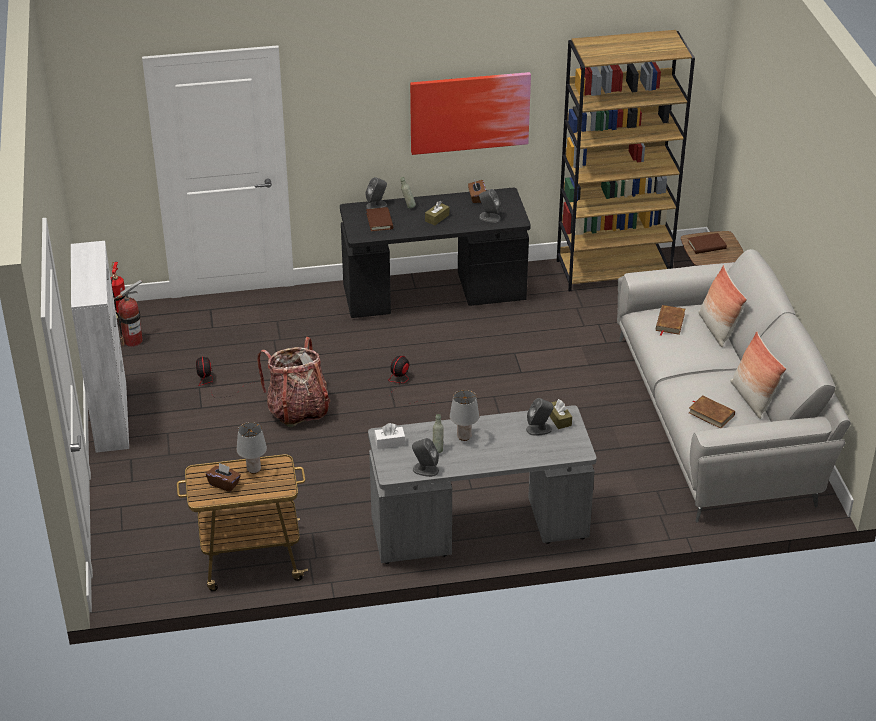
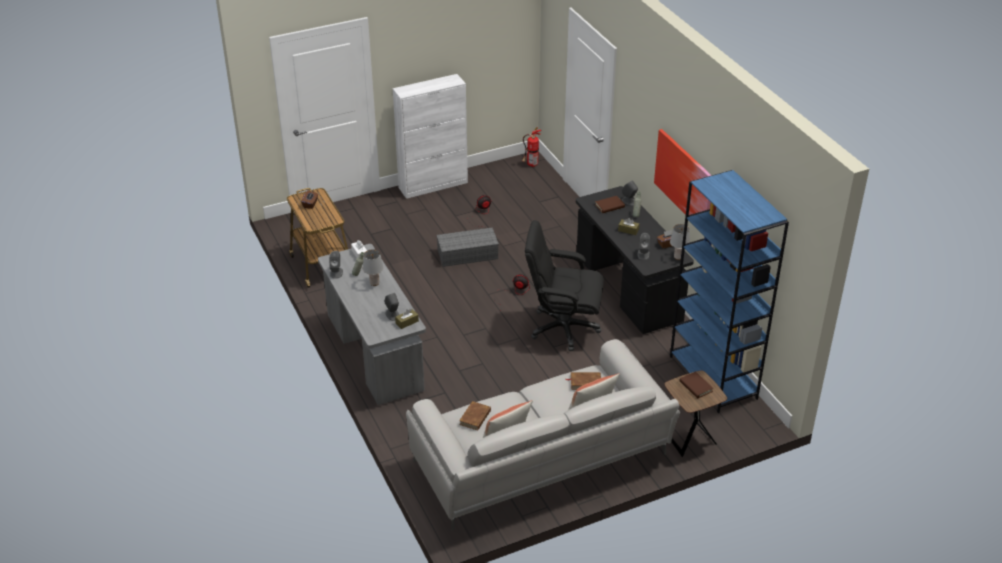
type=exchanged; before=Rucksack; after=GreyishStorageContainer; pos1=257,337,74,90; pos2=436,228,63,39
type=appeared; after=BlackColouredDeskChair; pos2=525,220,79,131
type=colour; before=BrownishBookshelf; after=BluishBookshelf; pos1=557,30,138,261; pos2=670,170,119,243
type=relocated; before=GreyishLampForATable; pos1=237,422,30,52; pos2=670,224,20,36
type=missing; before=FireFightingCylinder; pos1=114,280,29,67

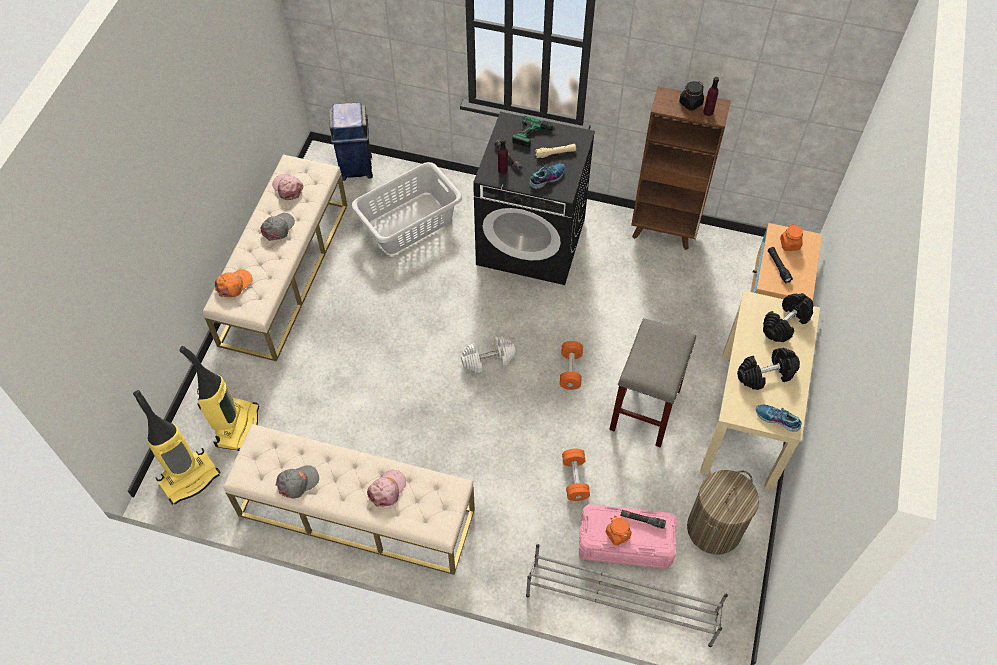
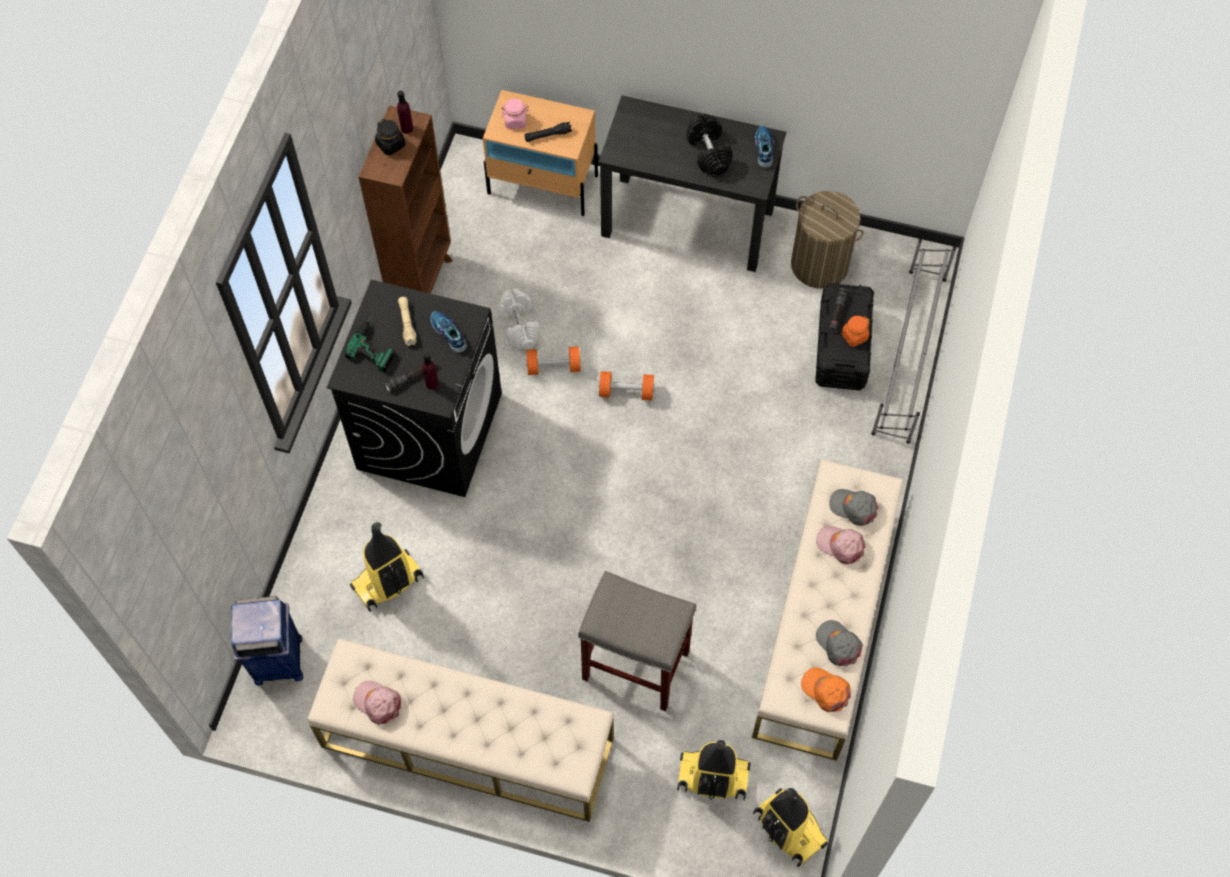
type=exchanged; before=GreyishLaundryBasket; after=Hoover; pos1=351,162,111,92; pos2=350,522,74,90
type=spun; before=PinkColouredCap; pos1=272,174,31,26; pos2=353,681,48,43; turn=75
type=relocated; before=WhiteFreeWeight; pos1=461,336,55,37; pos2=498,289,43,60
type=colour; before=OrangeyStorageJar; after=PinkColouredStorageJar; pos1=780,224,23,27; pos2=501,99,28,30
type=relocated; before=OrangeyFreeWeight; pos1=562,449,28,52; pos2=526,346,55,29
type=relocated; before=GreyishStool; pos1=609,318,87,130; pos2=578,571,119,140
type=colour; before=BeigeColouredDeskTable; after=BlackColouredDeskTable; pos1=700,290,120,201; pos2=598,96,188,176
type=spun; before=LowShoe; pos1=756,405,46,27; pos2=755,125,19,43; turn=150
type=relocated; before=OrangeyCap; pos1=215,270,37,27; pos2=801,667,50,45
type=colour; before=PinkColouredStorageContainer; after=BlackColouredStorageContainer; pos1=579,504,98,65; pos2=815,283,59,108
type=relocated; before=GreyishCap; pos1=260,213,35,28; pos2=829,489,50,37
type=missing; before=BlackColouredFreeWeight; pos1=763,293,50,49

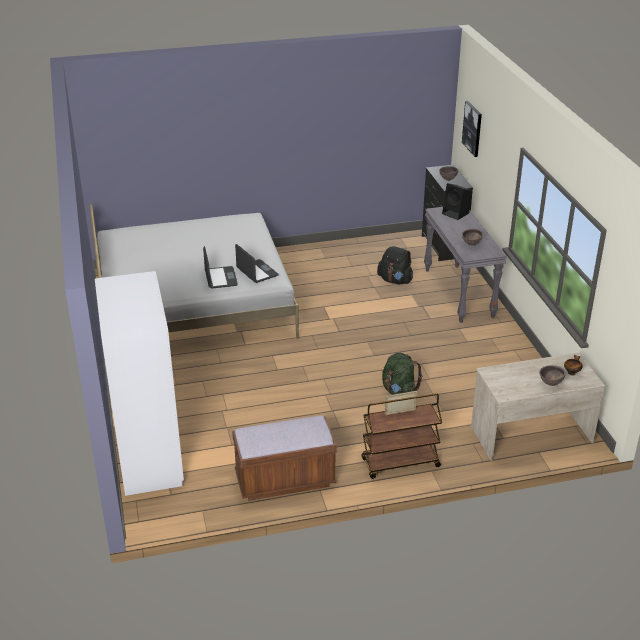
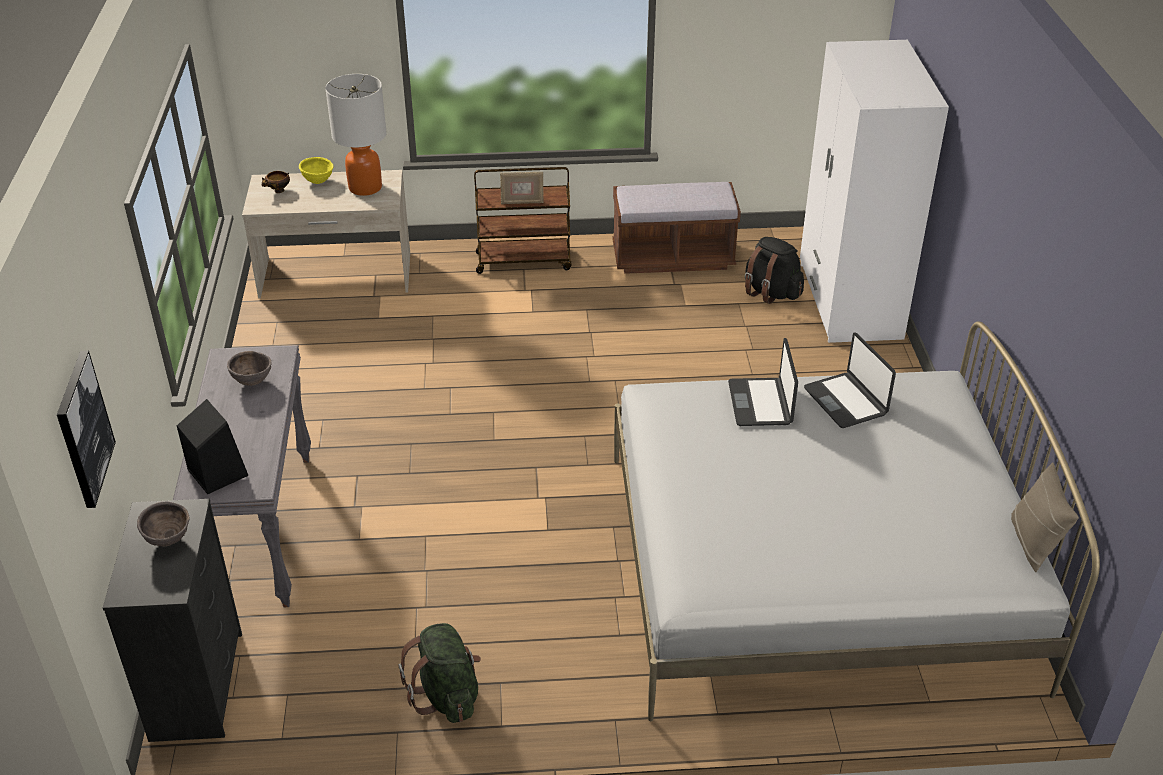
type=colour; before=BrownishServingBowl; after=YellowishServingBowl; pos1=539,365,27,21; pos2=299,157,34,27
type=appeared; after=LampForATable; pos2=325,74,62,122
type=relocated; before=GreenRucksack; pos1=382,353,41,42; pos2=399,623,82,100
type=relocated; before=BlackColouredRucksack; pos1=377,246,36,38; pos2=745,237,59,67
type=relocated; before=PortableComputer; pos1=235,244,44,39; pos2=804,332,92,96
type=appeared; after=BeigeColouredPillow; pos2=1011,462,68,110

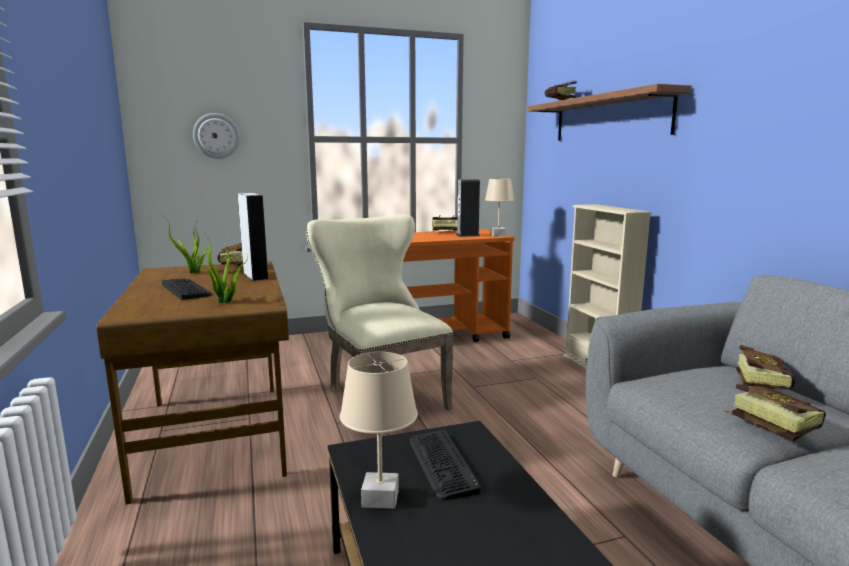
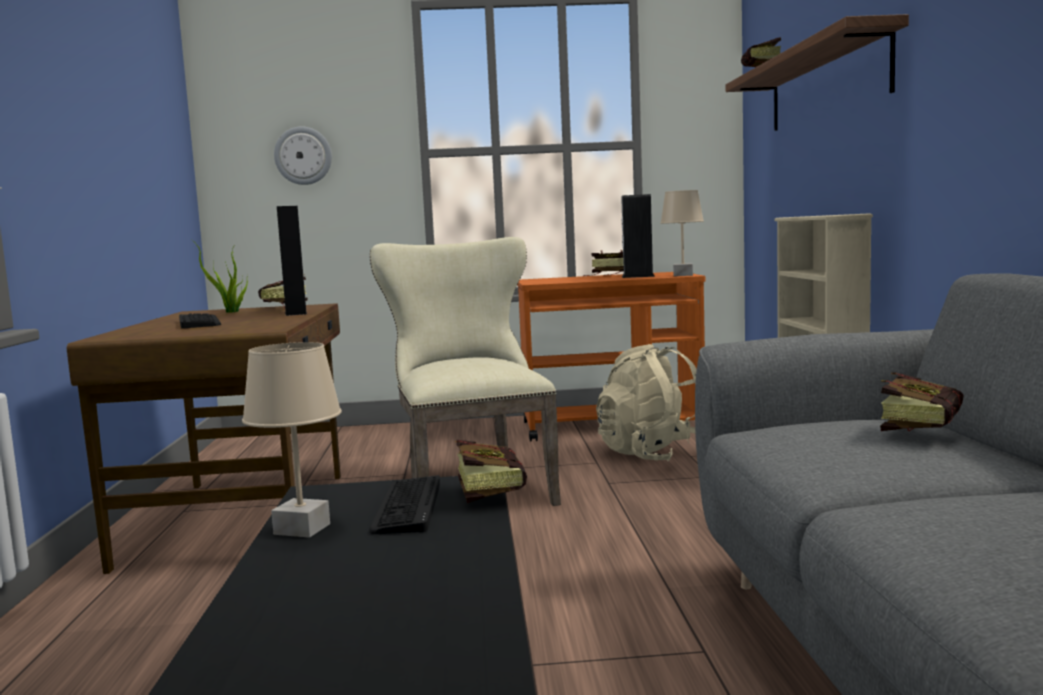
type=relocated; before=Volume; pos1=724,384,102,58; pos2=455,440,72,63
type=appeared; after=BeigeColouredRucksack; pos2=596,344,101,118
type=missing; before=PlantInAPot; pos1=193,235,54,68

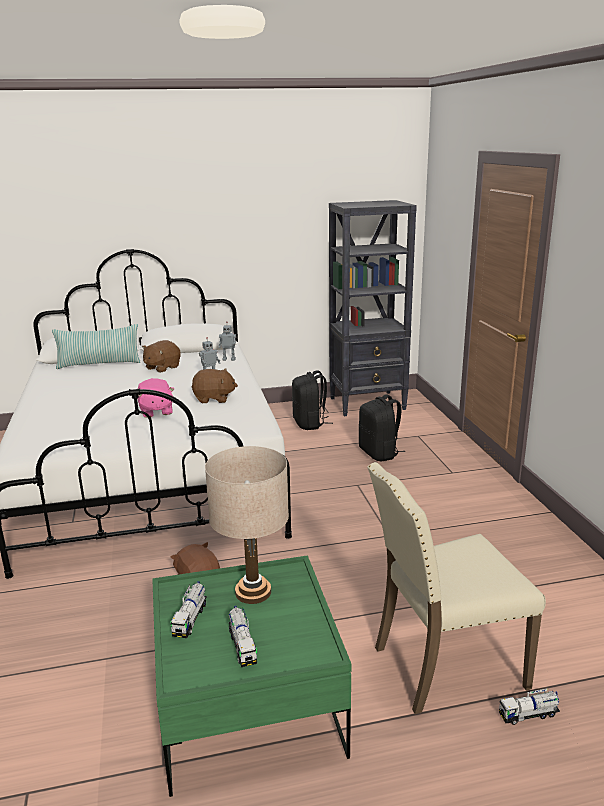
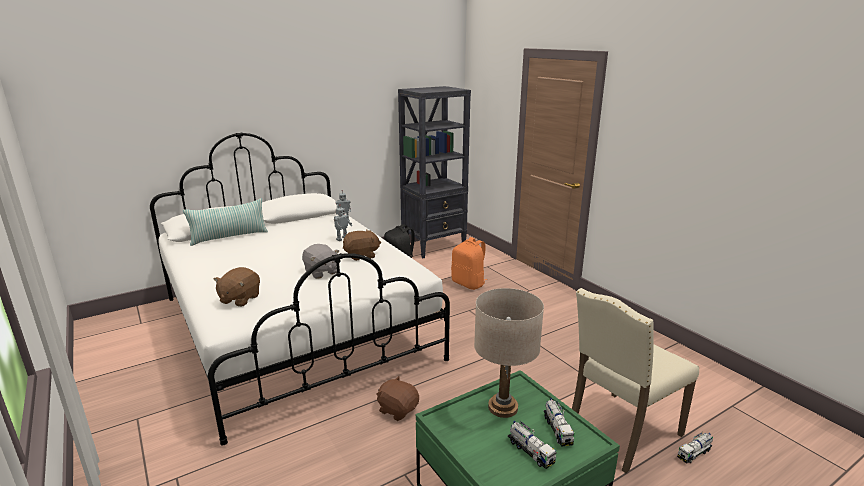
type=relocated; before=BrownishPlushToy; pos1=142,340,39,33; pos2=214,267,46,40
type=colour; before=PinkColouredPlushToy; after=GreyishPlushToy; pos1=137,378,37,40; pos2=302,244,37,35
type=colour; before=BlackColouredRucksack; after=OrangeyRucksack; pos1=359,394,46,67; pos2=451,237,36,53
type=relocated; before=ToyLorry; pos1=170,581,37,57; pos2=544,398,31,49

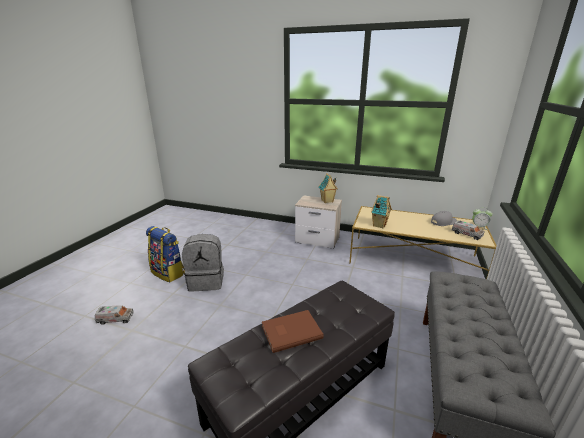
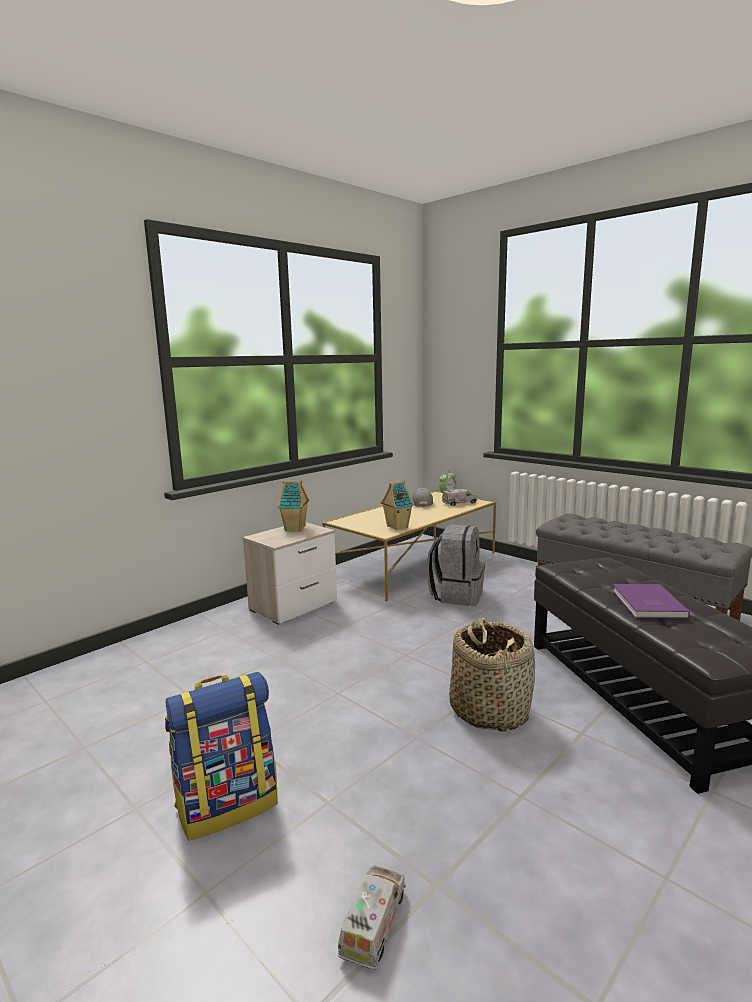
type=relocated; before=GreyishRucksack; pos1=182,234,42,57; pos2=427,524,58,82
type=appeared; after=Basket; pos2=449,618,86,114
type=colour; before=BrownishVolume; after=PurpleColouredVolume; pos1=262,310,62,43; pos2=612,584,78,35

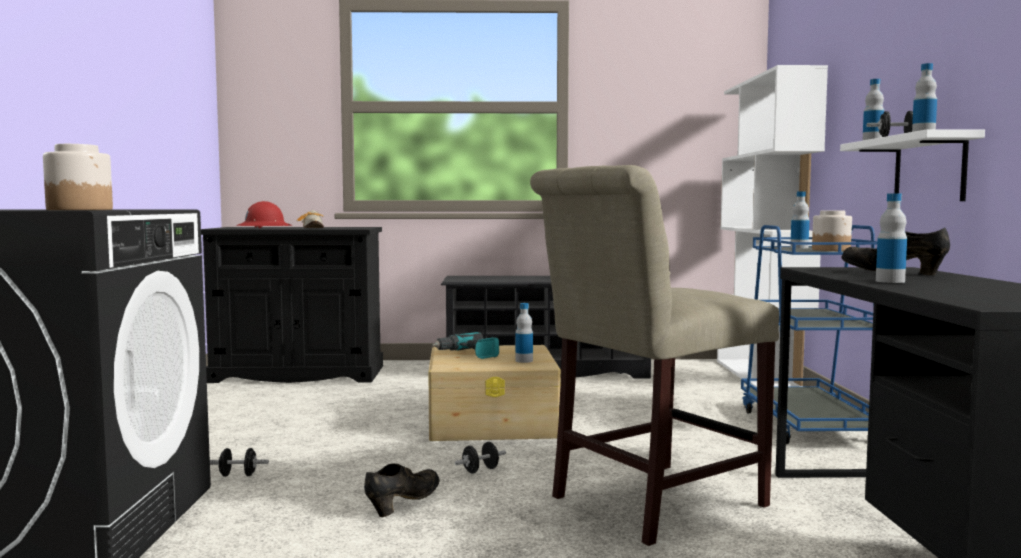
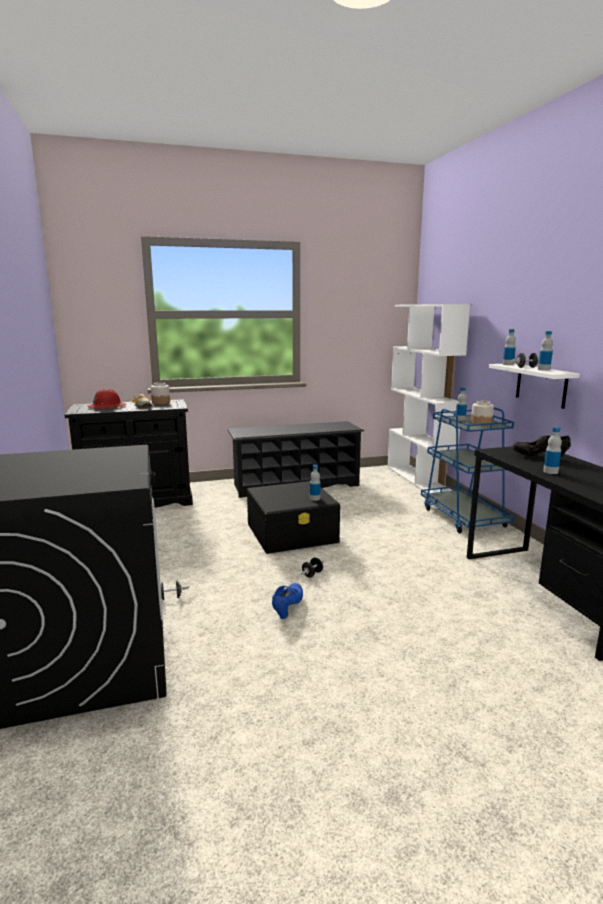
type=relocated; before=StorageJar; pos1=43,144,70,66; pos2=151,382,19,22
type=colour; before=BeigeColouredStorageContainer; after=BlackColouredStorageContainer; pos1=428,345,133,96; pos2=247,481,93,73
type=colour; before=BlackColouredLowShoe; after=BluishLowShoe; pos1=364,464,76,53; pos2=272,583,31,36
type=missing; before=Drill; pos1=432,332,67,27
type=missing; before=BeigeColouredPlainChair; pos1=530,165,249,381

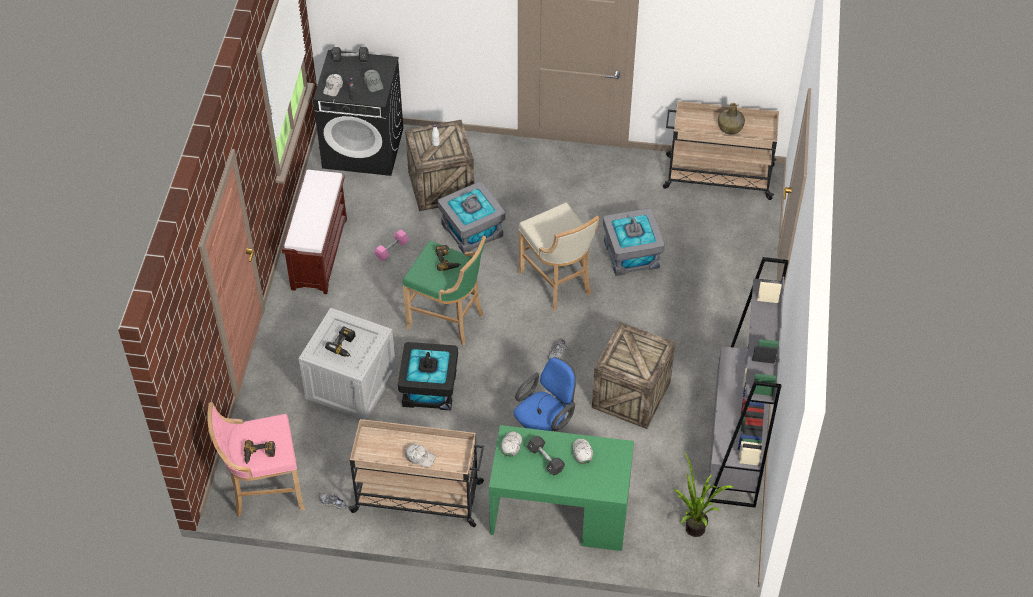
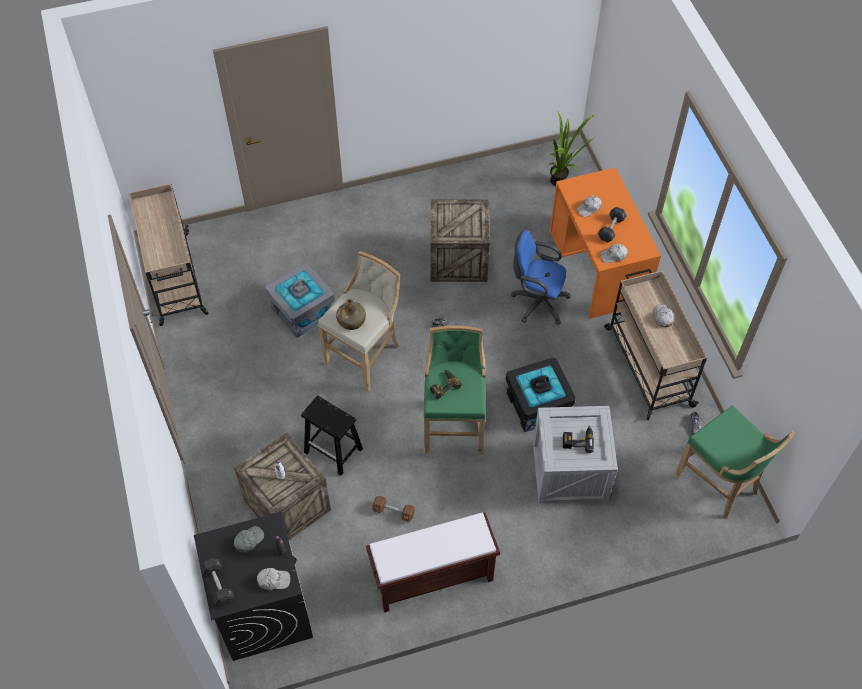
type=exchanged; before=GreyishStorageContainer; after=BlackColouredStool; pos1=438,181,67,73; pos2=301,395,62,81
type=relocated; before=GreenBeverageBottle; pos1=718,103,27,32; pos2=336,299,30,31
type=colour; before=PinkColouredFreeWeight; after=BrownishFreeWeight; pos1=374,229,35,32; pos2=372,496,43,26
type=colour; before=GreenDeskTable; after=OrangeyDeskTable; pos1=489,425,145,126; pos2=550,167,111,152
type=colour; before=PinkColouredStool; after=GreenStool; pos1=208,402,97,115; pos2=673,406,122,113
type=missing; before=Drill; pos1=244,440,31,24
type=missing; before=GreyishBookshelf; pos1=708,257,81,251

